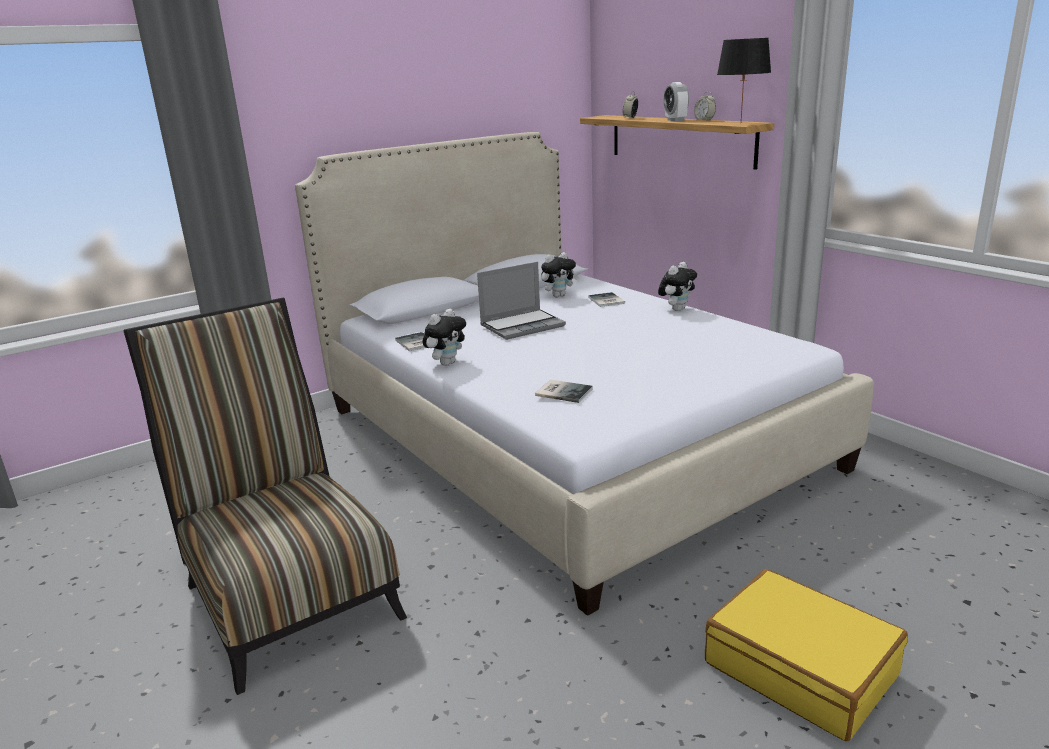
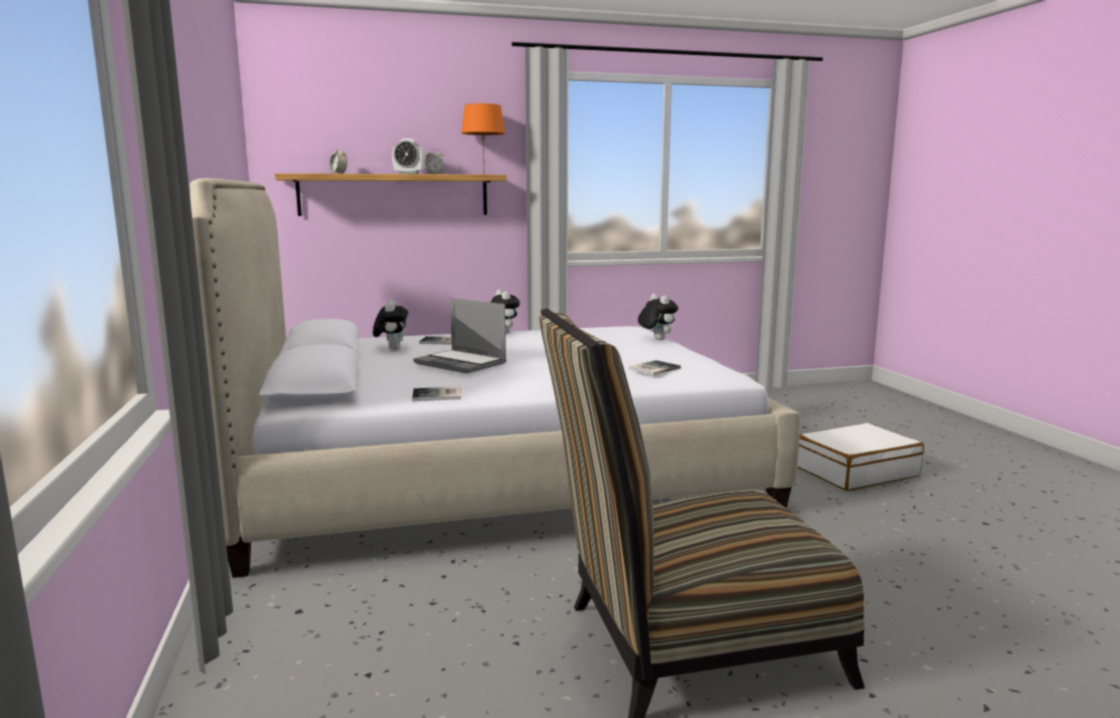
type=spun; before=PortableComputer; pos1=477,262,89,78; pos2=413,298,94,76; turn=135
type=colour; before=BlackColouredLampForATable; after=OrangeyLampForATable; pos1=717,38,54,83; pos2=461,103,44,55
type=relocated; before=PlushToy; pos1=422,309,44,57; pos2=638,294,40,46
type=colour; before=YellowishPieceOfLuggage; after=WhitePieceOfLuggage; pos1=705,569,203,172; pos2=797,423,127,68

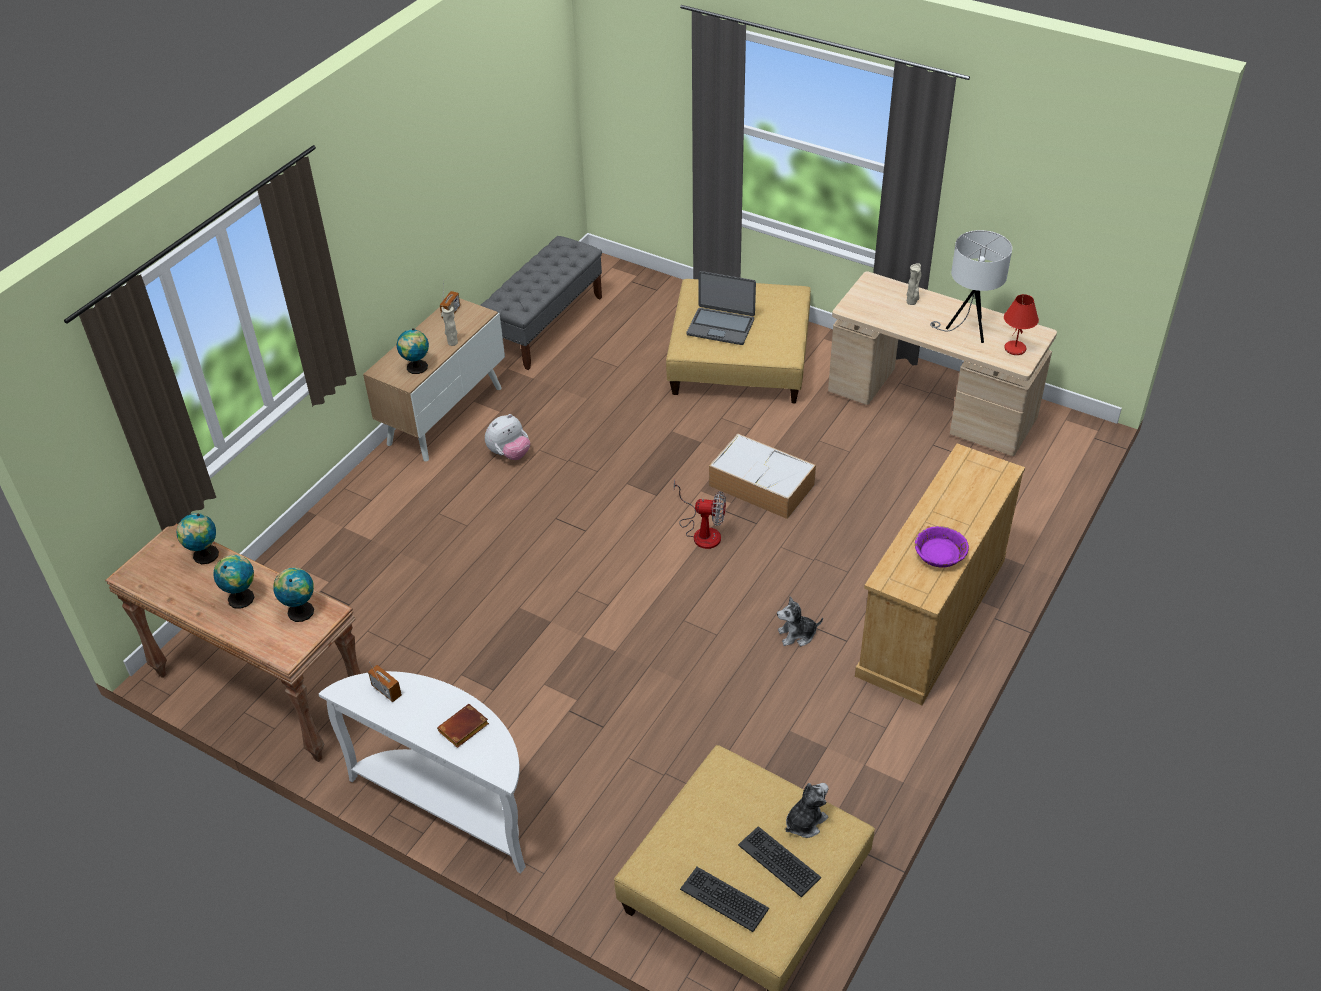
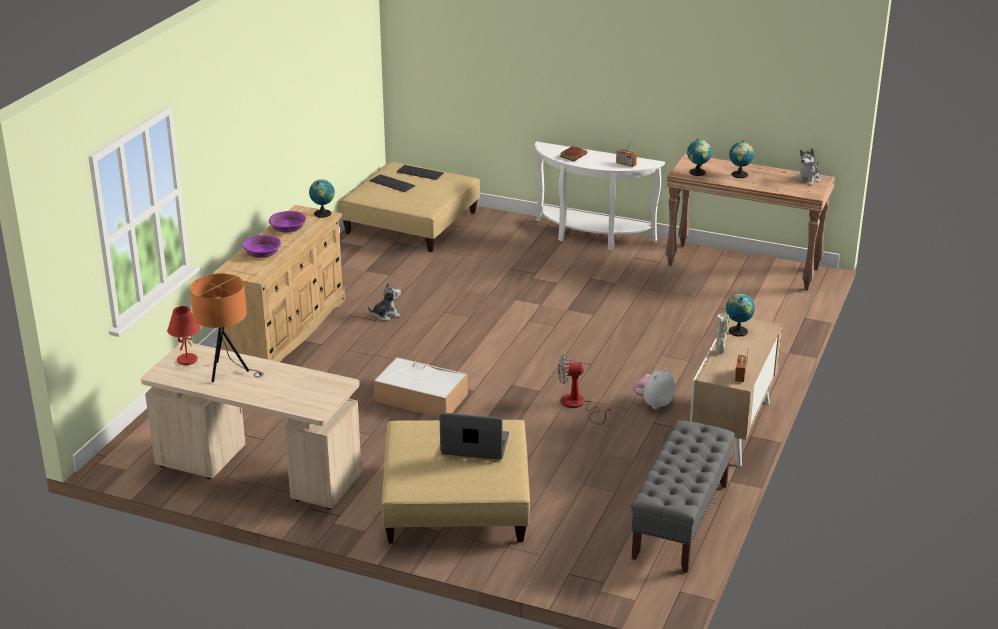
type=colour; before=WhiteLampForATable; after=OrangeyLampForATable; pos1=930,230,82,113; pos2=190,274,74,108
type=appeared; after=PurpleColouredServingBowl; pos2=243,235,38,23
type=relocated; before=DeskGlobe; pos1=177,513,42,51; pos2=309,179,26,39
type=relocated; before=ElectricFan; pos1=674,479,52,70; pos2=558,355,53,69
type=relocated; before=PlushToy; pos1=785,783,44,55; pos2=796,148,24,37
type=missing; before=BeigeColouredDecorativeVase; pos1=907,263,14,42

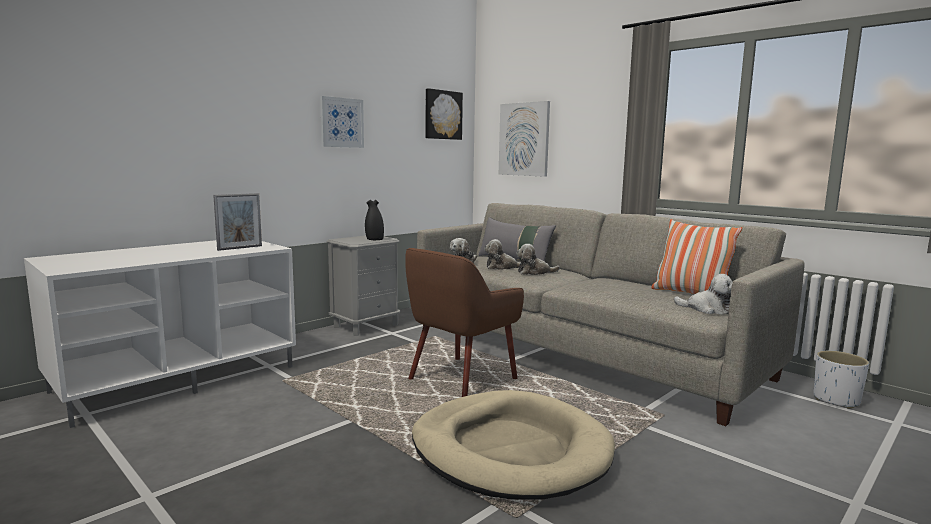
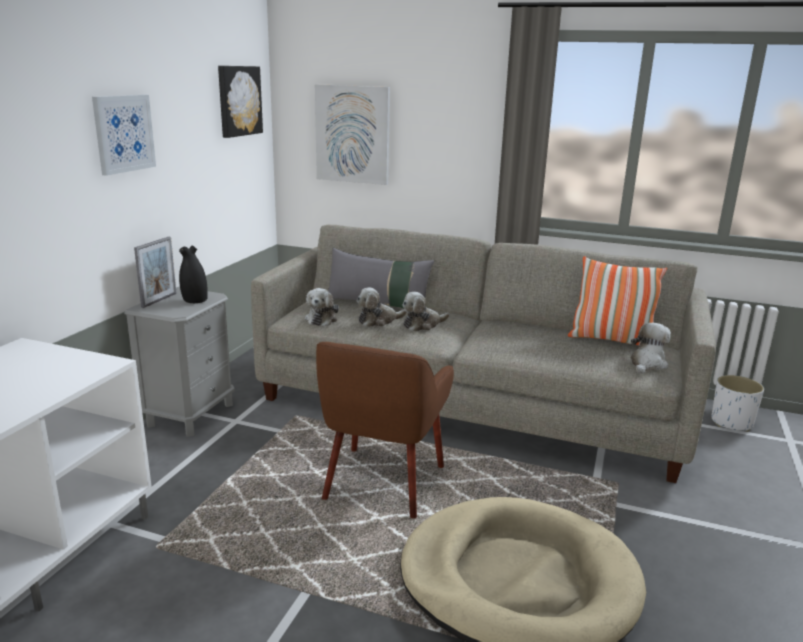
type=relocated; before=StandingFrame; pos1=213,193,49,58; pos2=134,237,43,71
type=spun; before=PlushToy; pos1=674,274,59,41; pos2=631,322,40,52; turn=-60

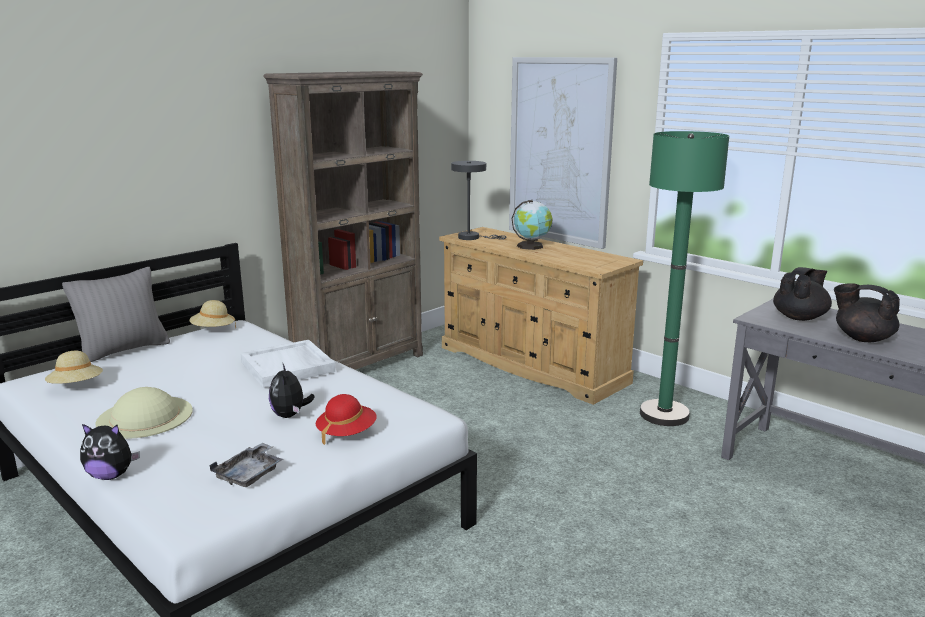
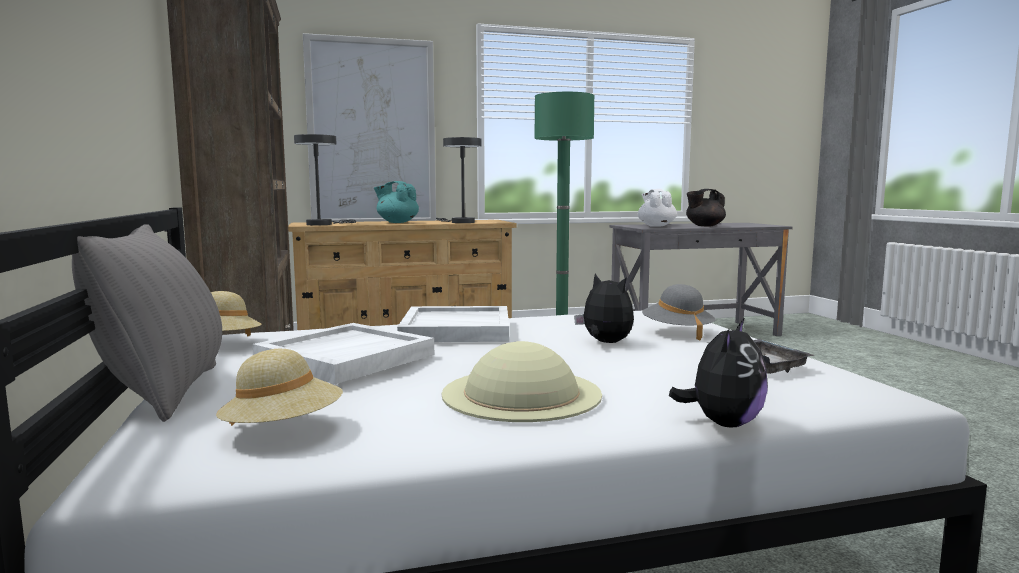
type=appeared; after=WhiteTray; pos2=253,323,181,61
type=exchanged; before=DeskGlobe; after=TurquoiseTeapot; pos1=512,200,40,50; pos2=374,181,45,42
type=appeared; after=GreyishLampForATable; pos2=436,137,46,86
type=spun; before=PlushToy; pos1=269,364,45,54; pos2=574,274,60,69; turn=-150
type=colour; before=BlackColouredTeapot; after=WhiteTeapot; pos1=773,267,59,54; pos2=638,189,39,38
type=colour; before=ReddishWearableHat; after=GreyishWearableHat; pos1=316,394,61,51; pos2=642,284,74,56

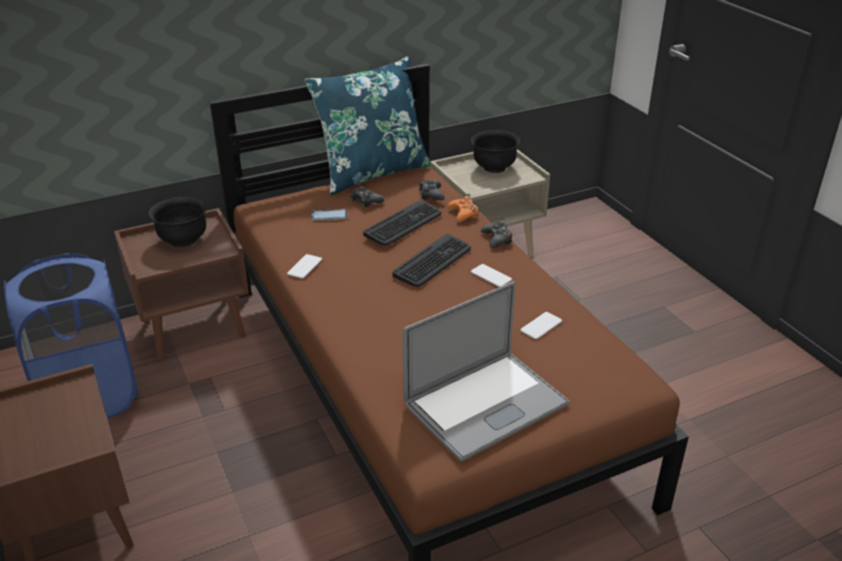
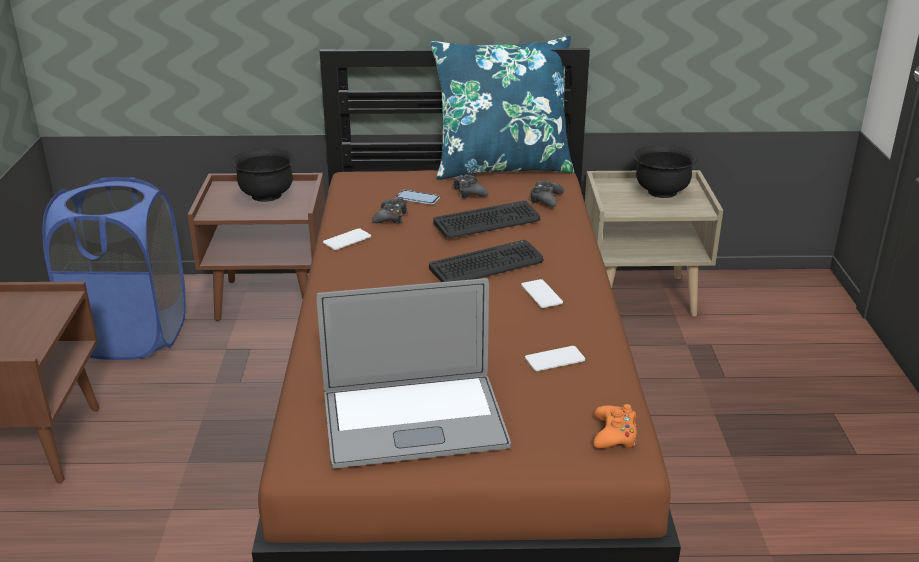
type=relocated; before=BlackColouredGamepad; pos1=481,220,31,28; pos2=372,197,36,27
type=relocated; before=OrangeyGamepad; pos1=448,196,30,26; pos2=593,404,44,44

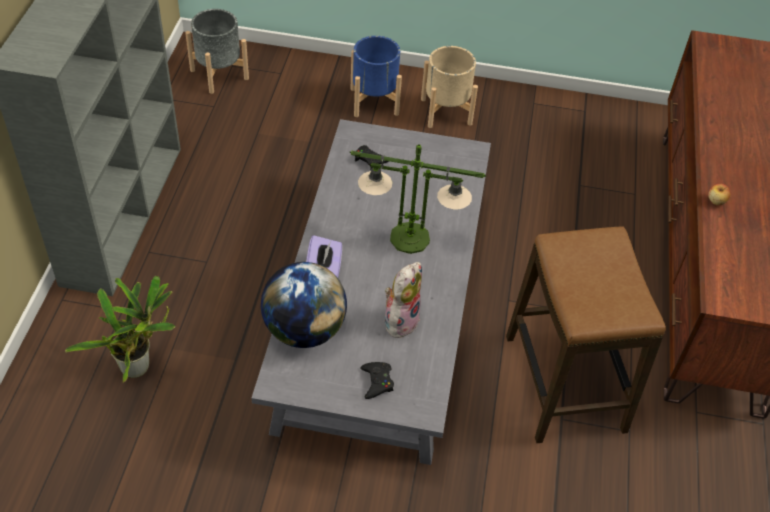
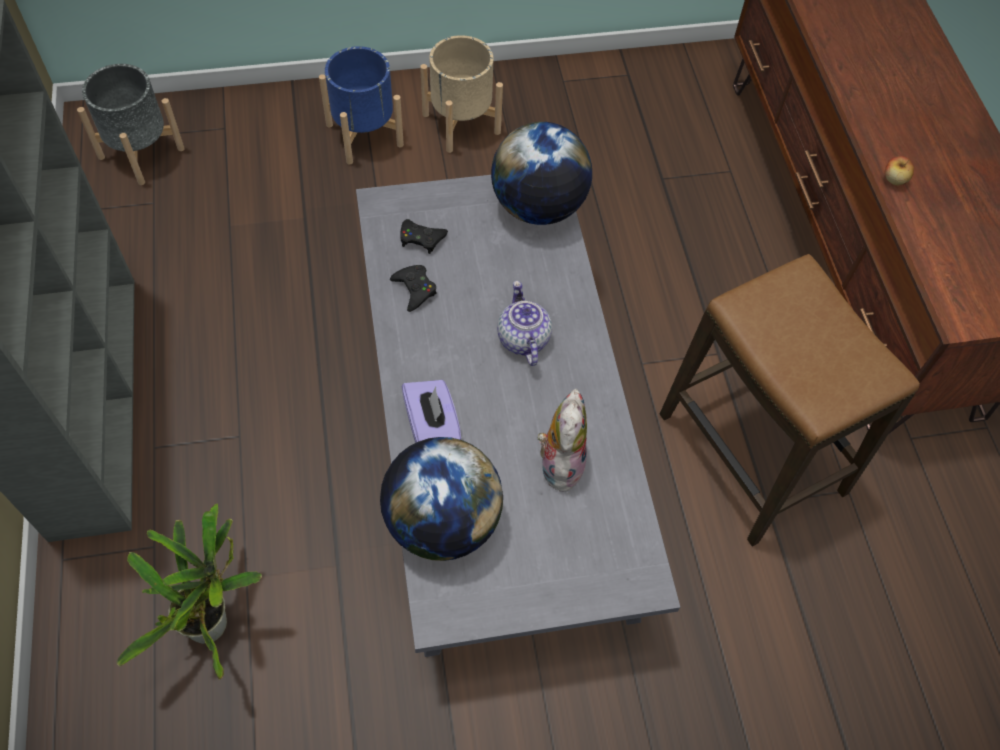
type=relocated; before=BlackColouredGamepad; pos1=360,362,34,37; pos2=390,265,47,47
type=appeared; after=DeskGlobe; pos2=491,122,101,103
type=exchanged; before=LampForATable; after=Teapot; pos1=350,144,136,110; pos2=497,281,55,85

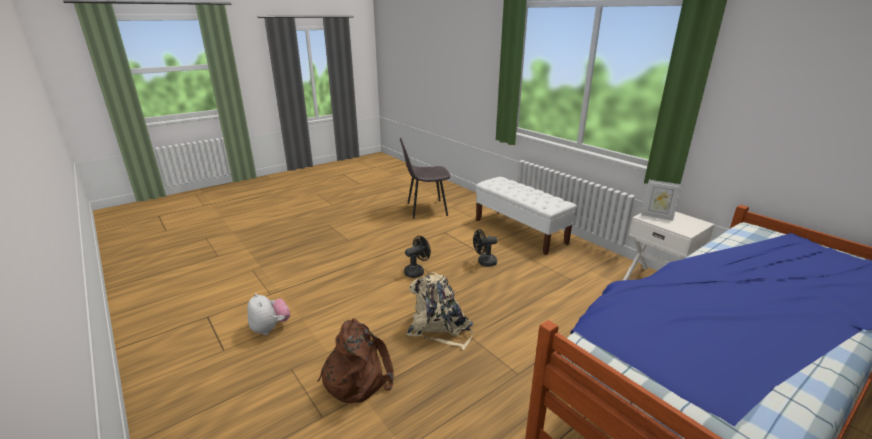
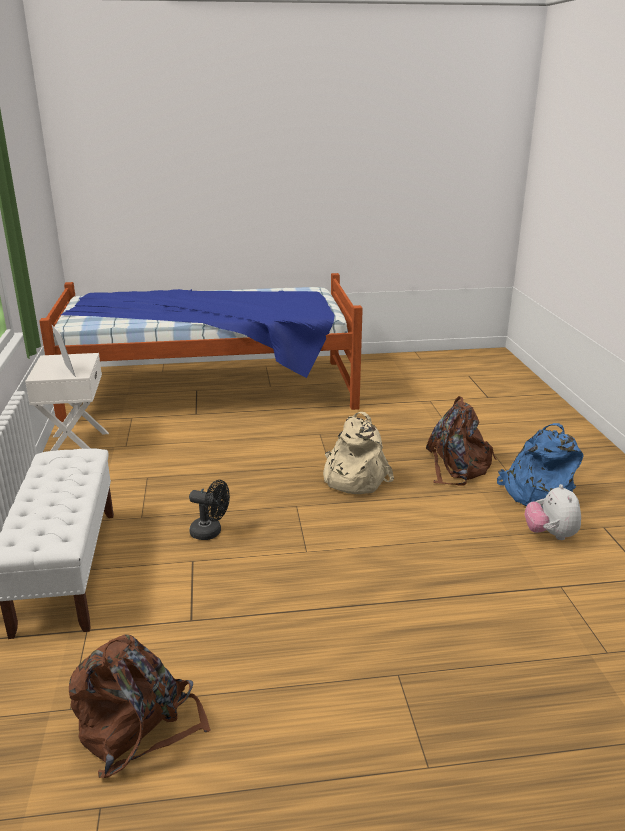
type=exchanged; before=GreyishPlainChair; after=BrownishRucksack; pos1=400,138,50,81; pos2=69,634,142,144
type=appeared; after=BluishRucksack; pos2=497,423,86,84
type=missing; before=BlackColouredElectricFan; pos1=404,236,27,42

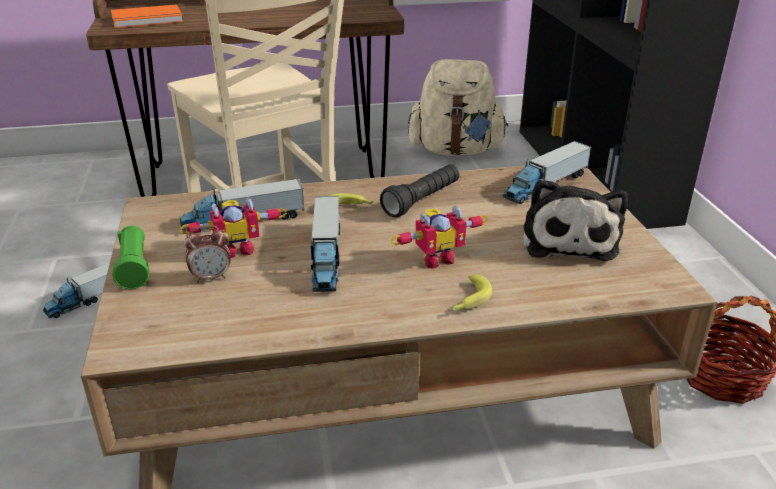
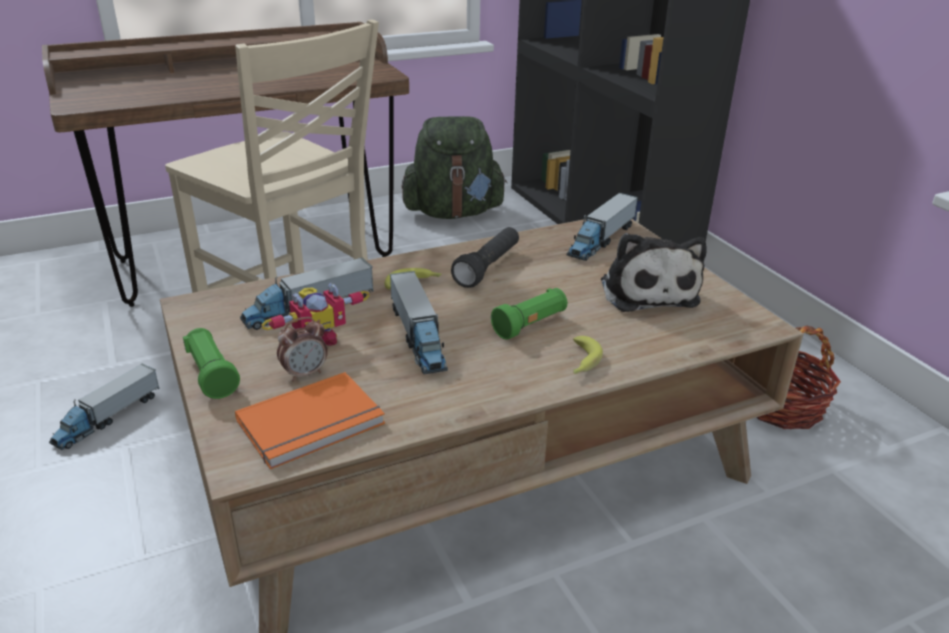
type=relocated; before=OrangeyVolume; pos1=111,4,72,24; pos2=235,372,150,97
type=colour; before=BeigeColouredRucksack; after=GreenRucksack; pos1=408,59,100,97; pos2=402,116,105,103
type=exchanged; before=RobotFigure; after=GreenFlashlight; pos1=391,206,97,63; pos2=491,288,77,52

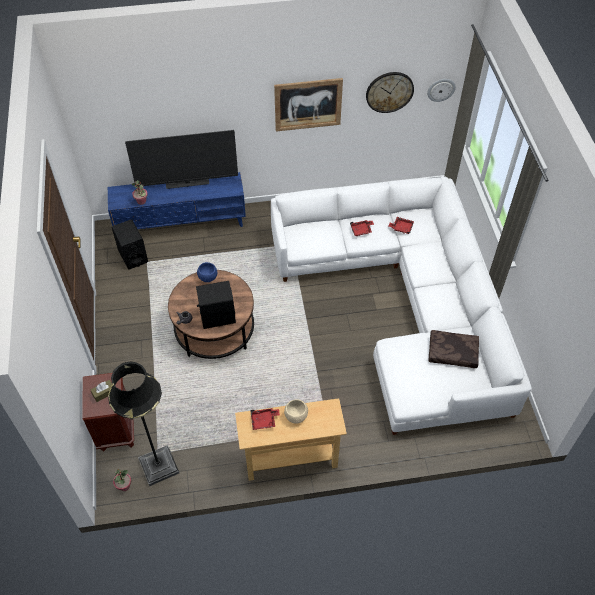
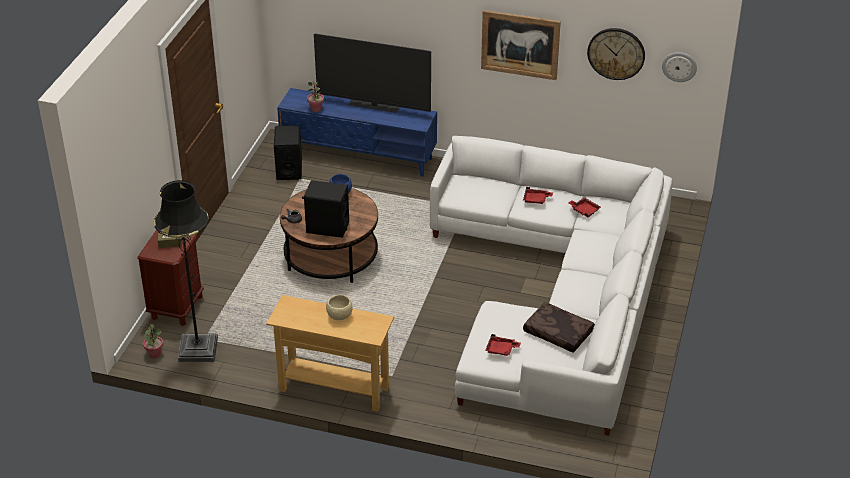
type=relocated; before=ReddishTray; pos1=251,408,29,22; pos2=485,334,36,22

